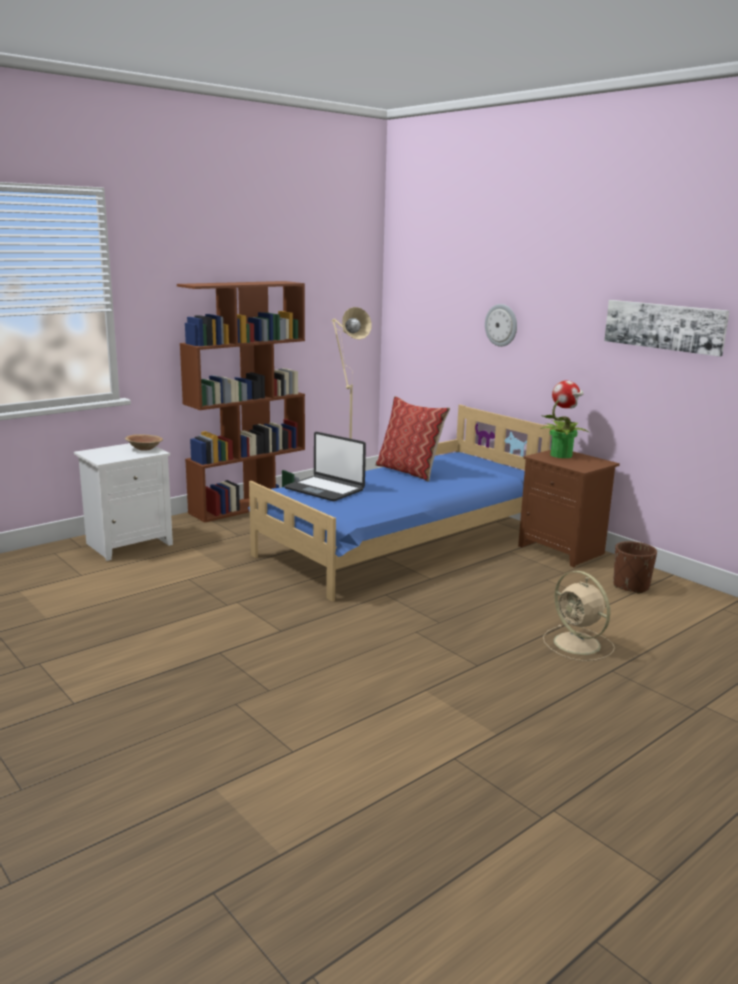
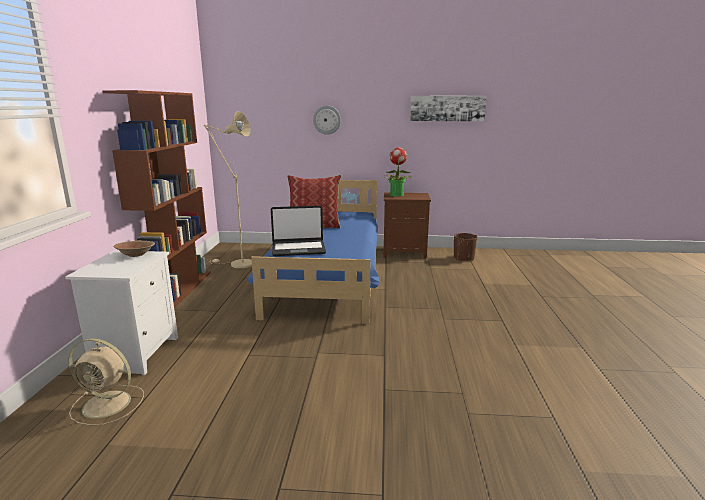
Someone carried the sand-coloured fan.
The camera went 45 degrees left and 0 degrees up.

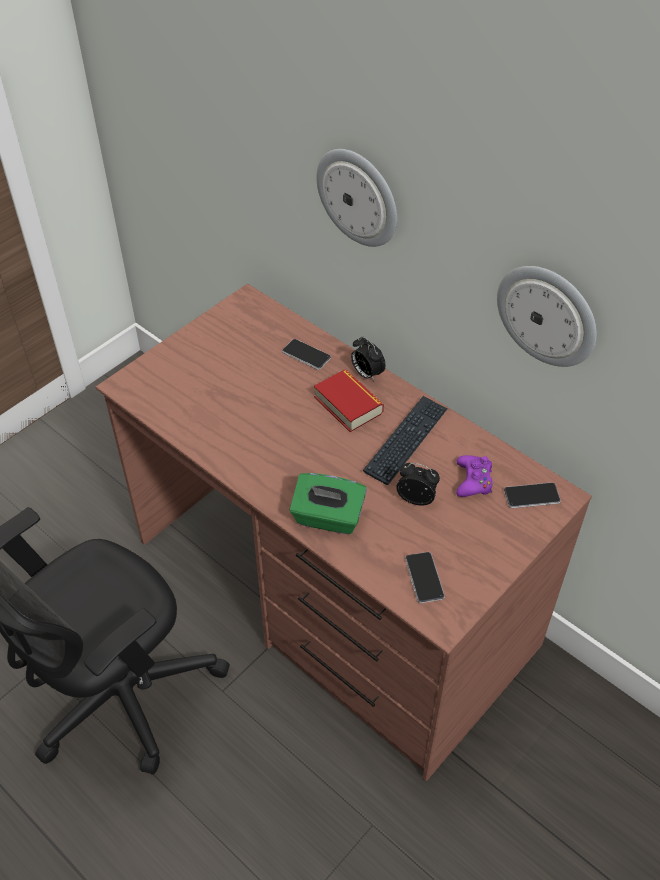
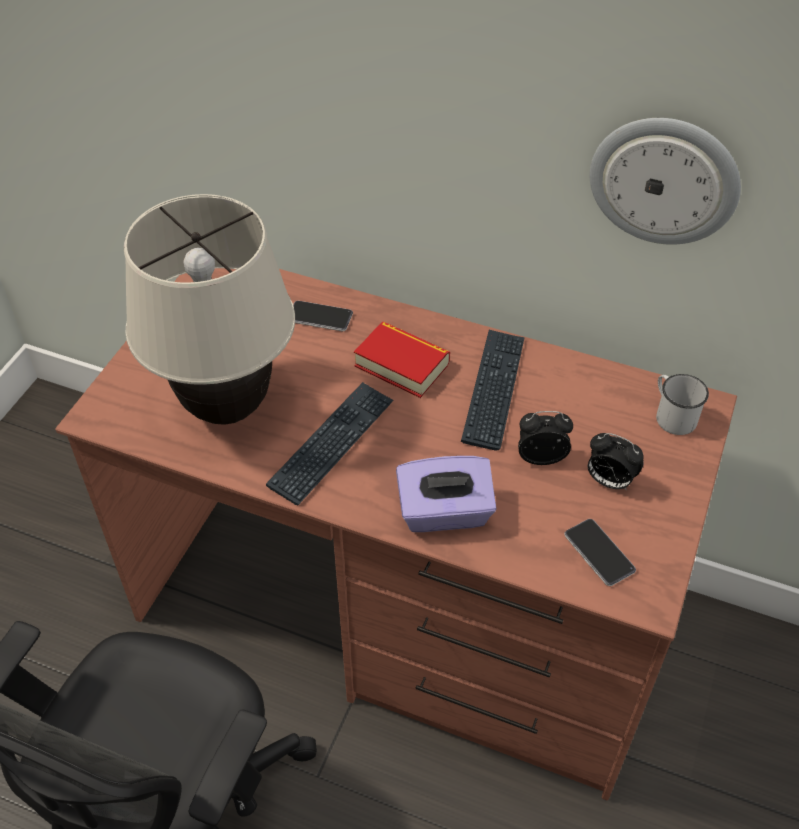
Someone repainted the green tissue holder, which became the purplish tissue holder.
Someone took away the clock on the wall (1st from left).
Someone carried the alarm clock (1st from left in the first image).
Someone took away the purplish game controller.
Someone swapped the telephone (3rd from left) for the white-coloured coffee mug.
Someone put down the sand-coloured table lamp.
Someone put down the computer keyboard (1st from left).
The camera went 20 degrees left and 0 degrees up.

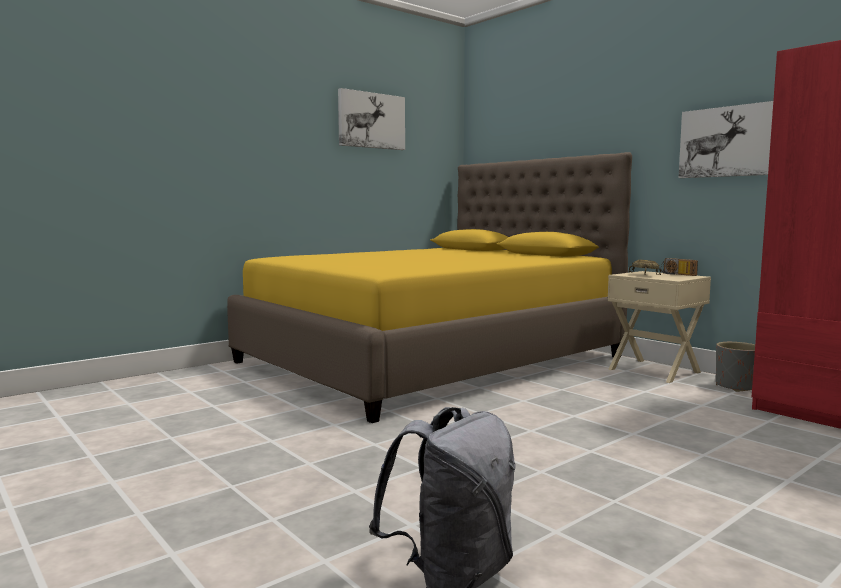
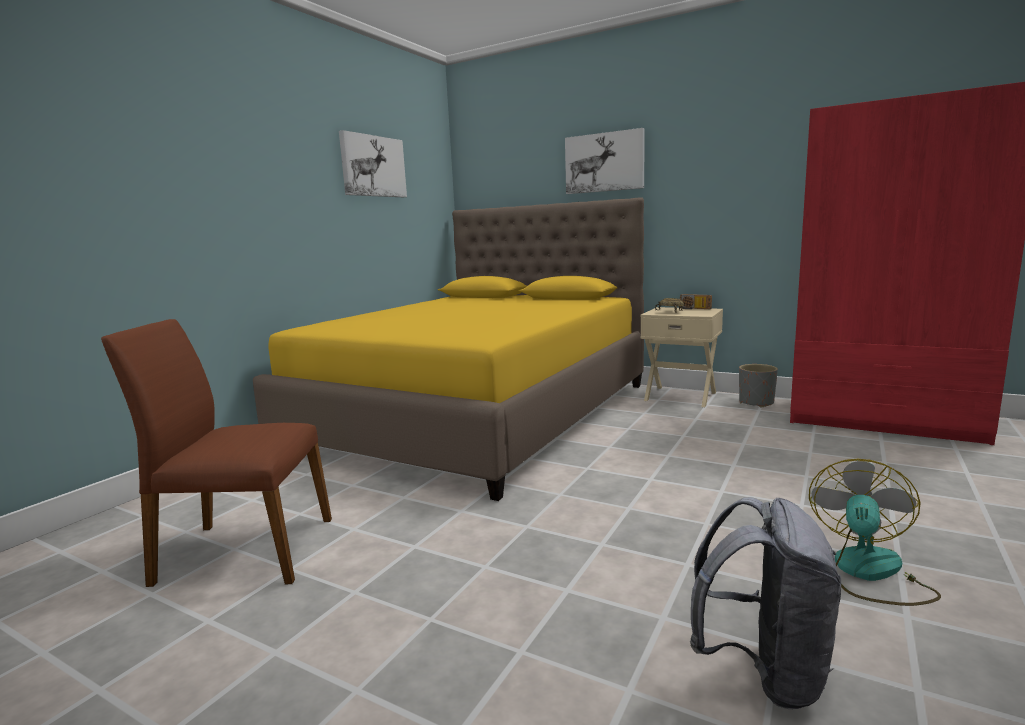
Someone carried the wall picture (2nd from left).
Someone put down the brown plain chair.
Someone put down the fan.
The camera went 20 degrees left and 5 degrees up.

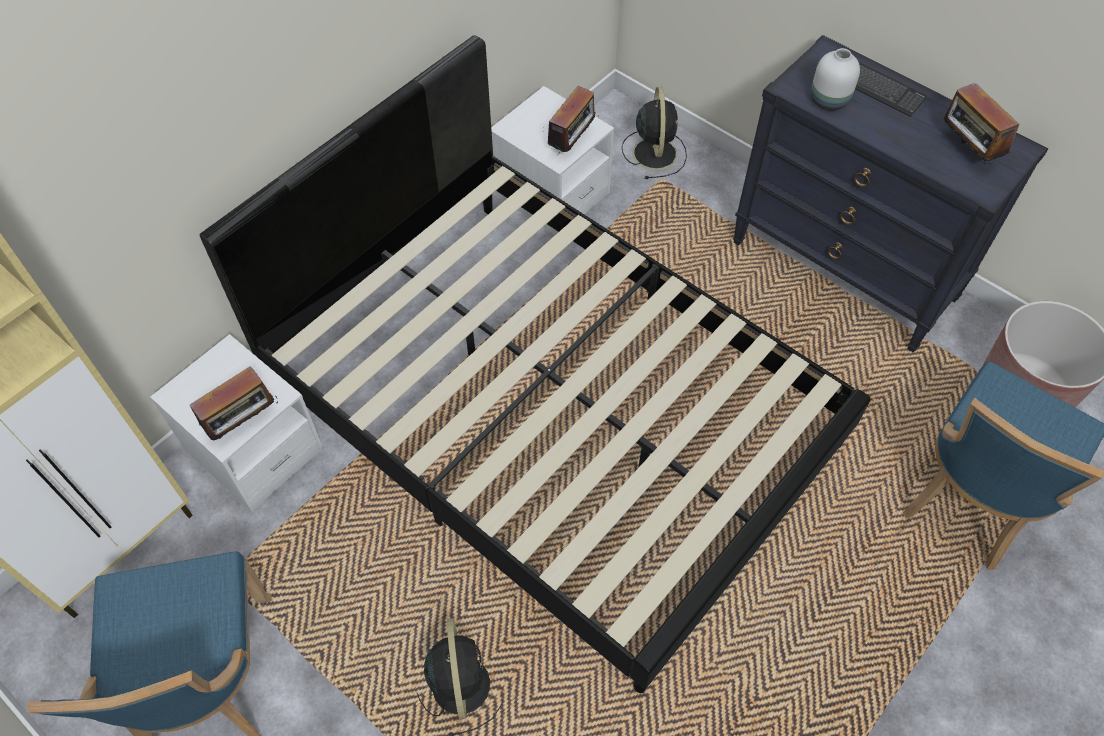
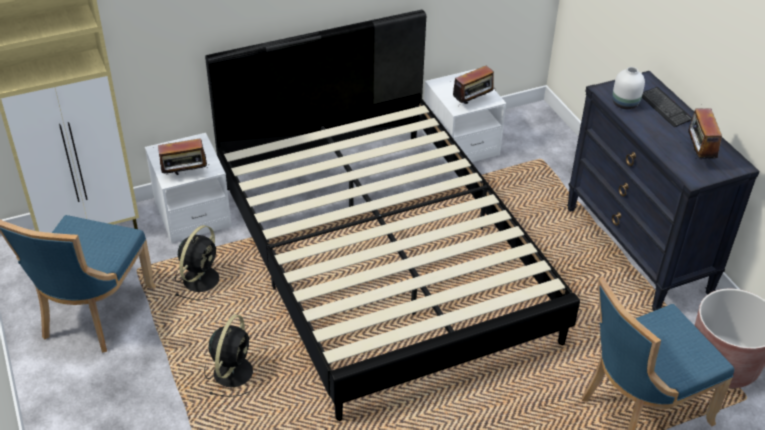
Someone carried the black-coloured fan (2nd from left in the first image).
The camera went 25 degrees right and 15 degrees down.

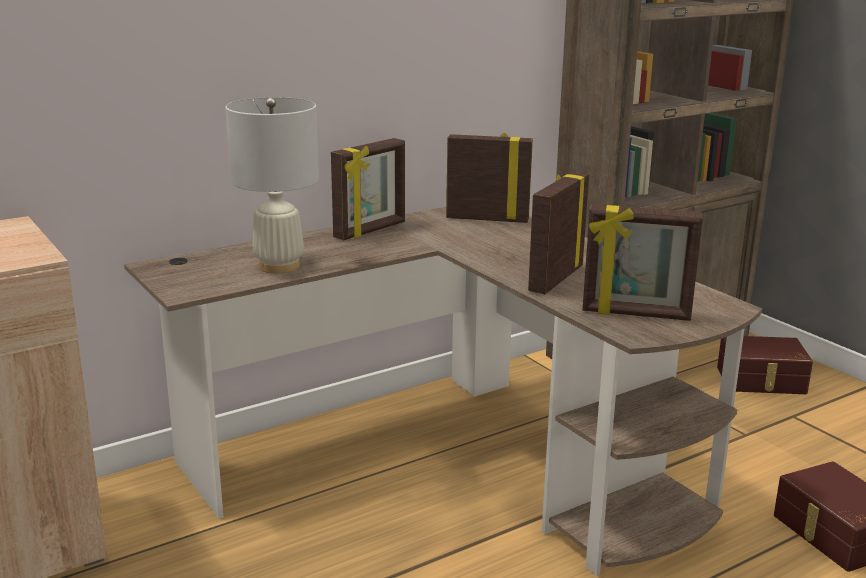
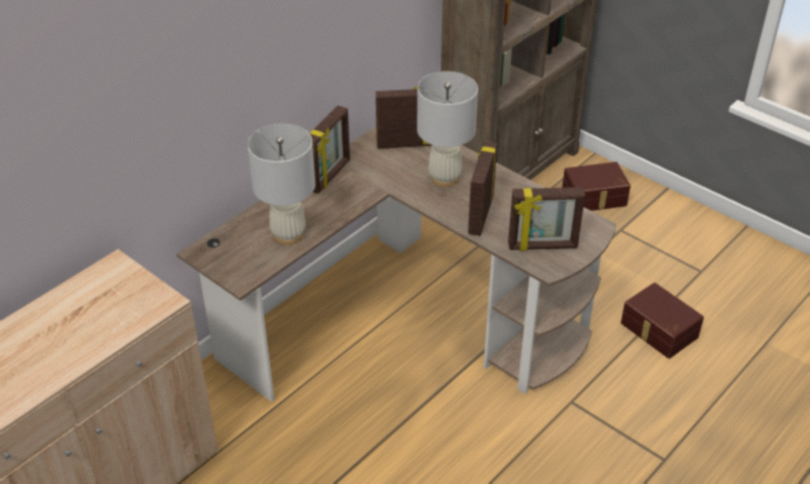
Someone put down the white-coloured table lamp (2nd from left).
The camera went 15 degrees left and 20 degrees up.

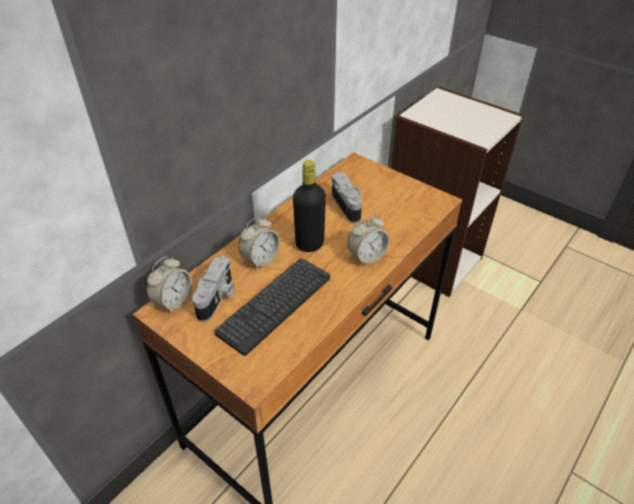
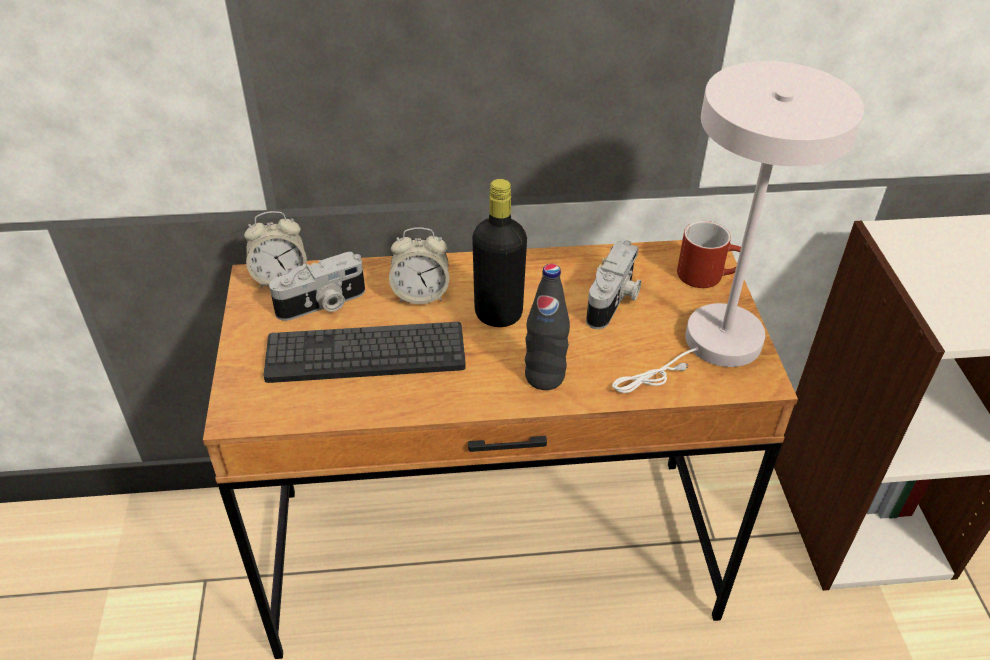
Someone swapped the alarm clock (3rd from left) for the black-coloured beverage bottle (2nd from left).
Someone put down the white-coloured table lamp.
Someone put down the reddish coffee mug.
The camera went 45 degrees right and 0 degrees up.

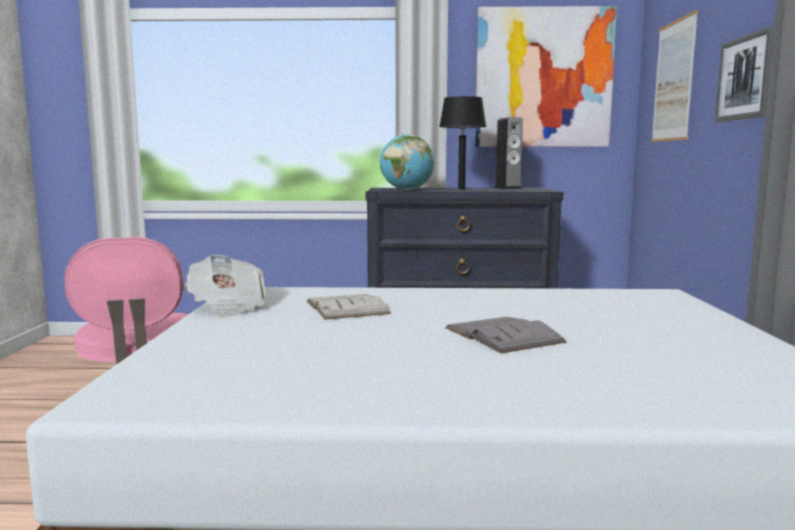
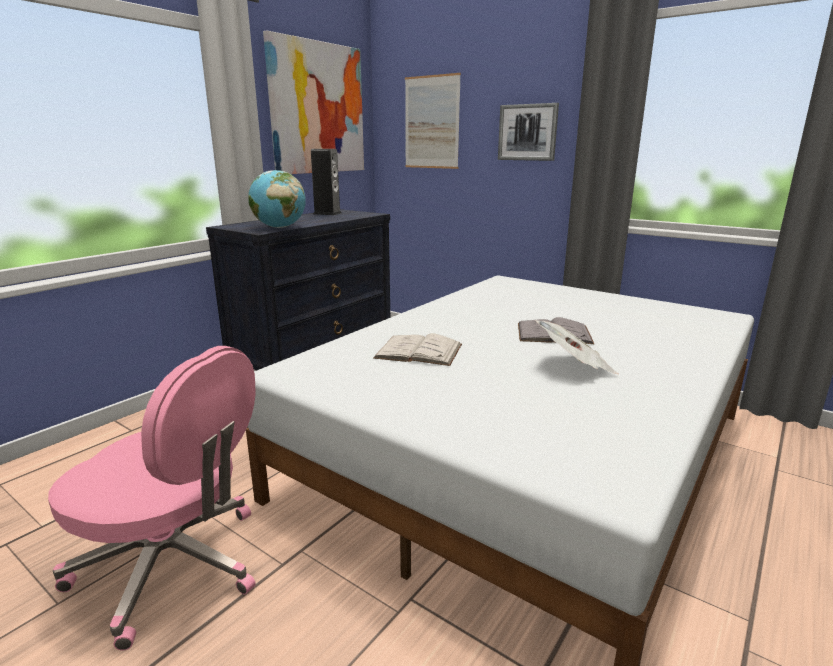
Someone carried the newspaper.
Someone took away the black-coloured table lamp.
The camera went 55 degrees left and 10 degrees up.

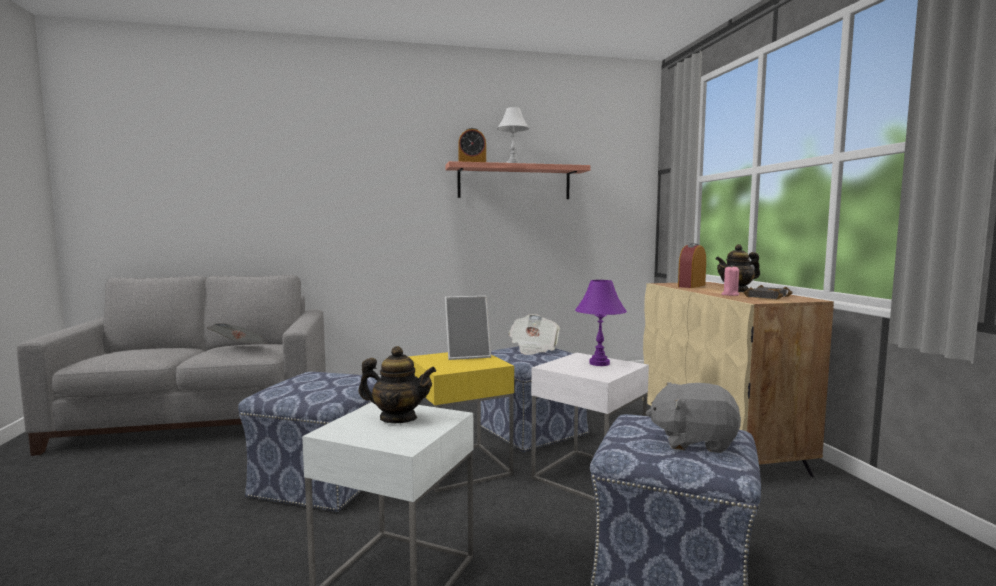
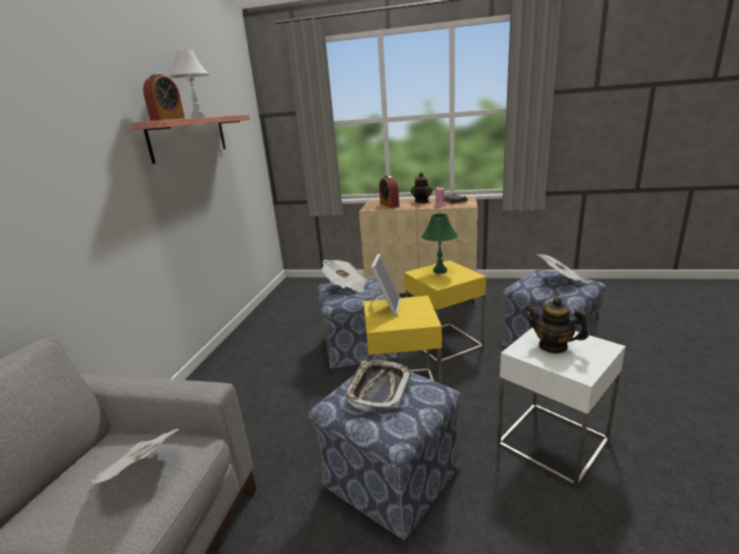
Someone rotated the pot for tea (1st from left in the first image) by 90 degrees counterclockwise.
Someone repainted the white-coloured side table (2nd from left), which became the yellowish side table (2nd from left).
Someone repainted the purplish table lamp, which became the green table lamp.
Someone swapped the gray plush toy for the newspaper (3rd from left).
Someone put down the tray.
The camera went 65 degrees left and 15 degrees up.

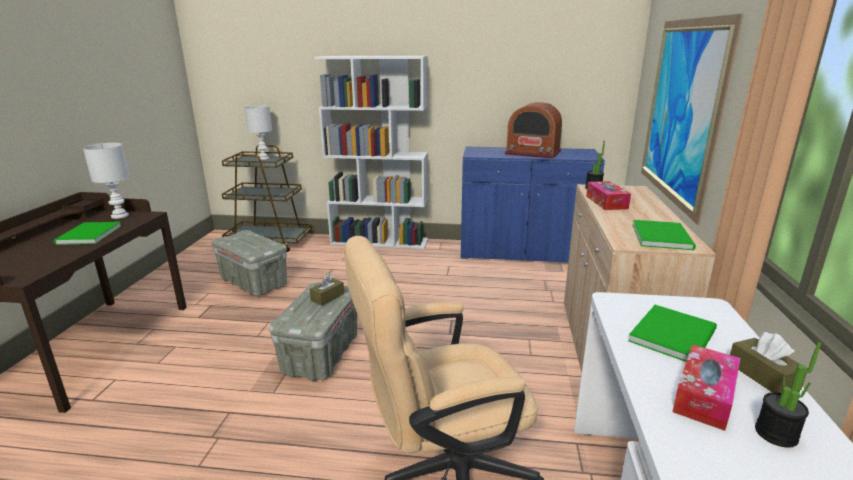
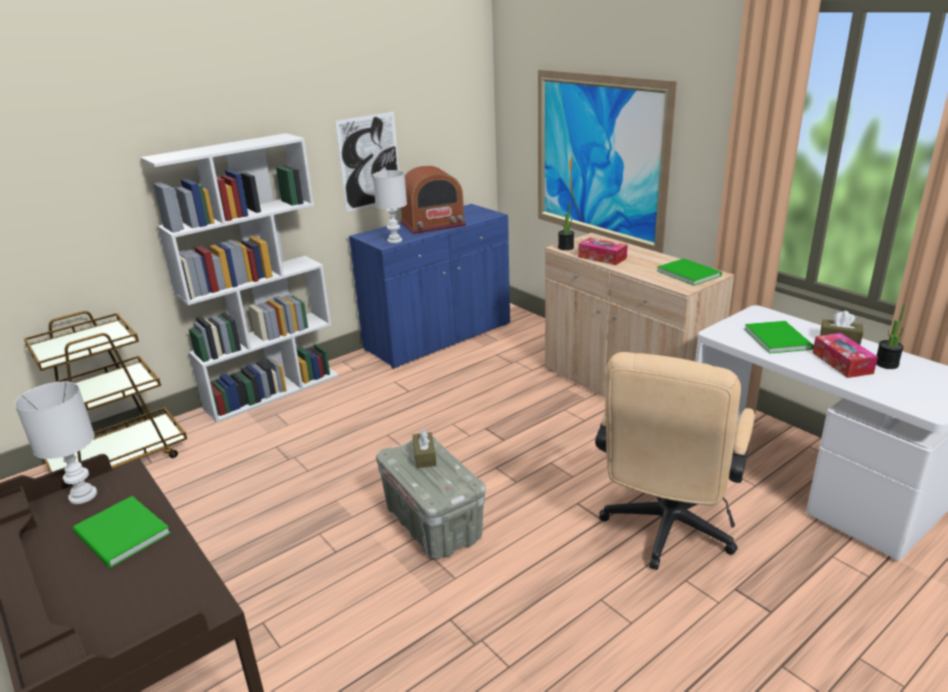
Someone took away the gray storage container (1st from left).
Someone carried the white-coloured table lamp (2nd from left).
Someone put up the wall picture (1st from left).
The camera went 45 degrees left and 5 degrees up.

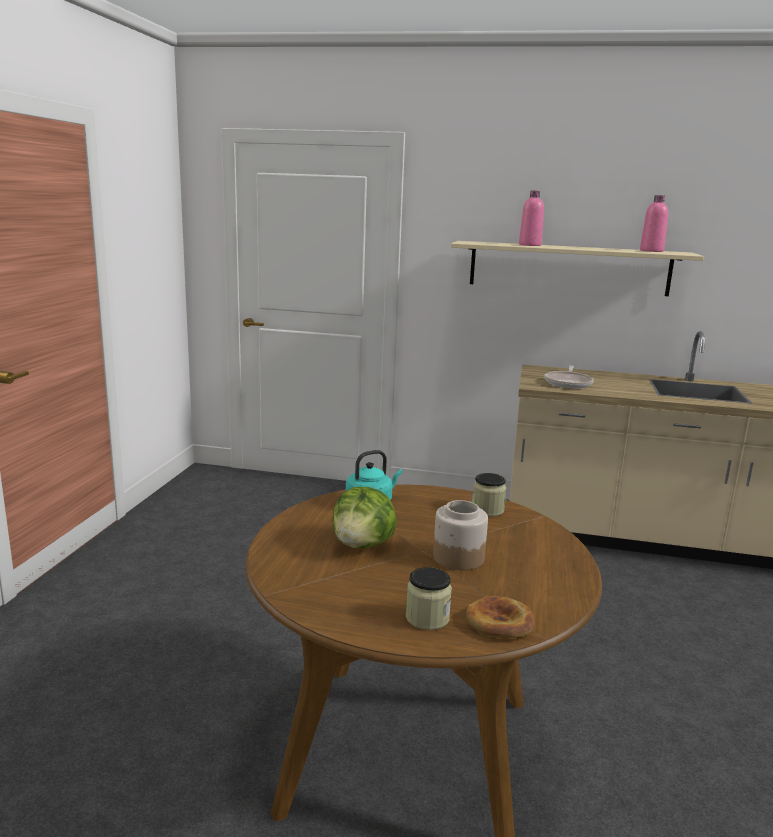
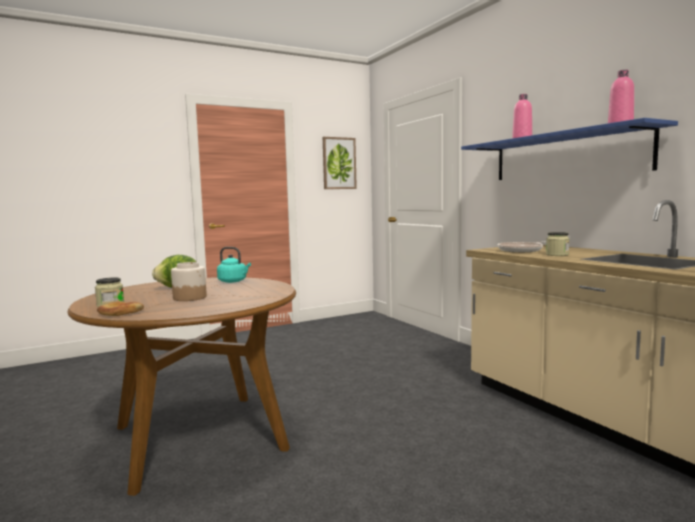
Someone repainted the sand-coloured shelf, which became the blue shelf.
Someone carried the storage jar (3rd from left).
Someone put up the wall picture.
The camera went 50 degrees right and 10 degrees down.

